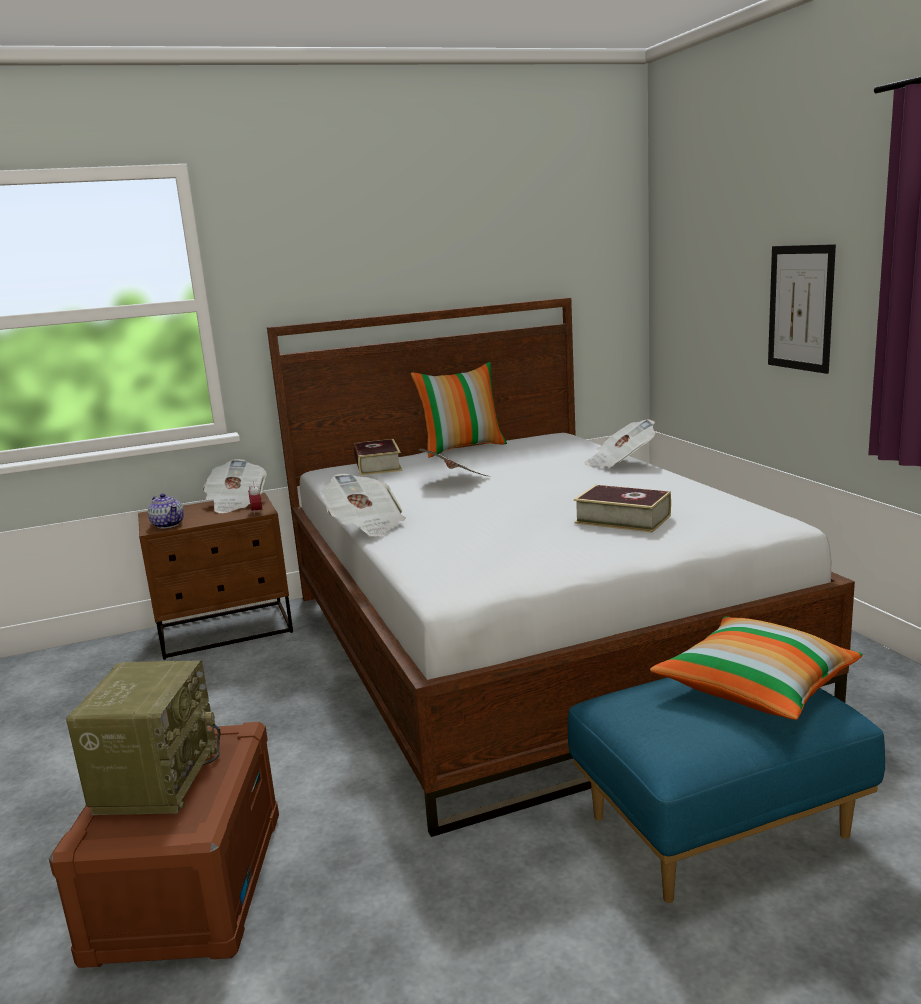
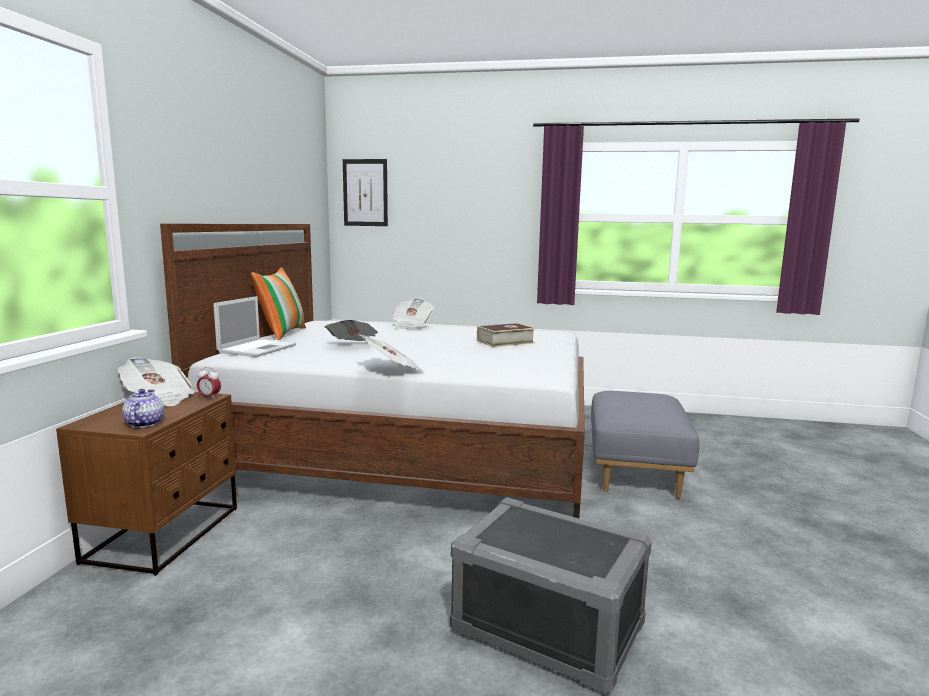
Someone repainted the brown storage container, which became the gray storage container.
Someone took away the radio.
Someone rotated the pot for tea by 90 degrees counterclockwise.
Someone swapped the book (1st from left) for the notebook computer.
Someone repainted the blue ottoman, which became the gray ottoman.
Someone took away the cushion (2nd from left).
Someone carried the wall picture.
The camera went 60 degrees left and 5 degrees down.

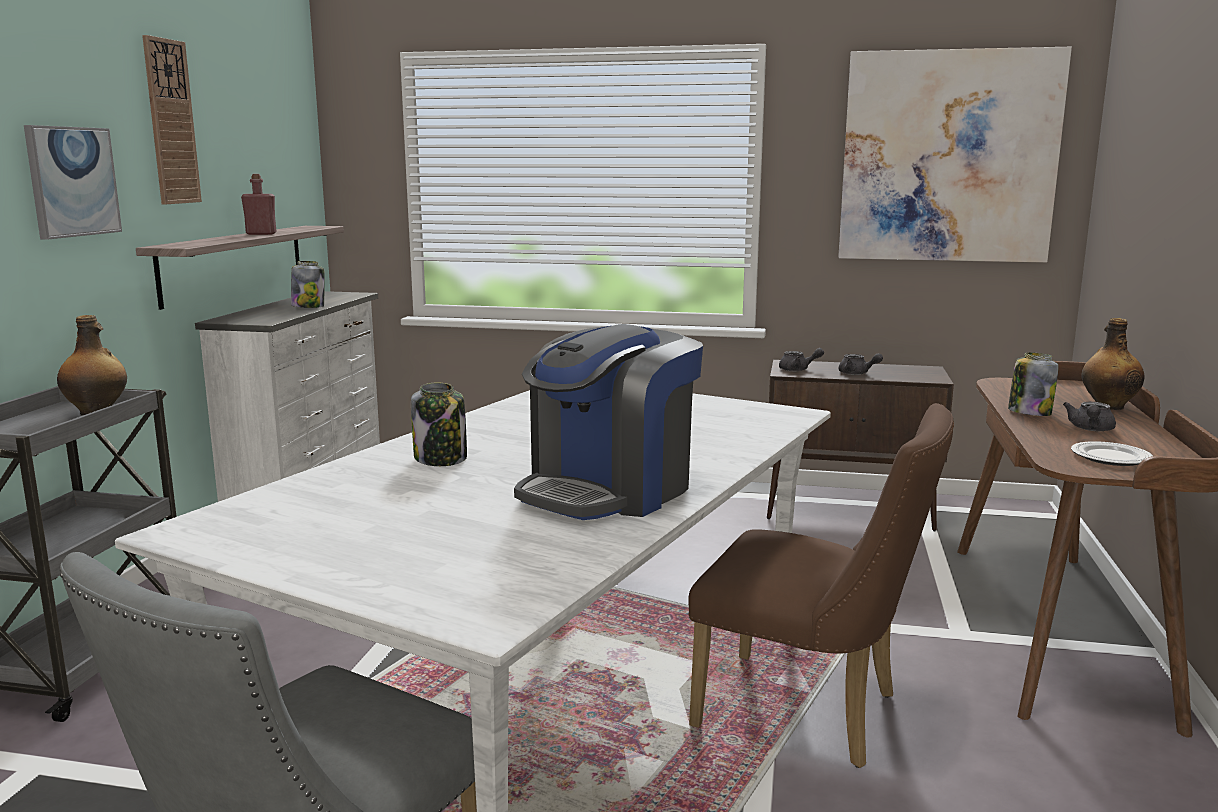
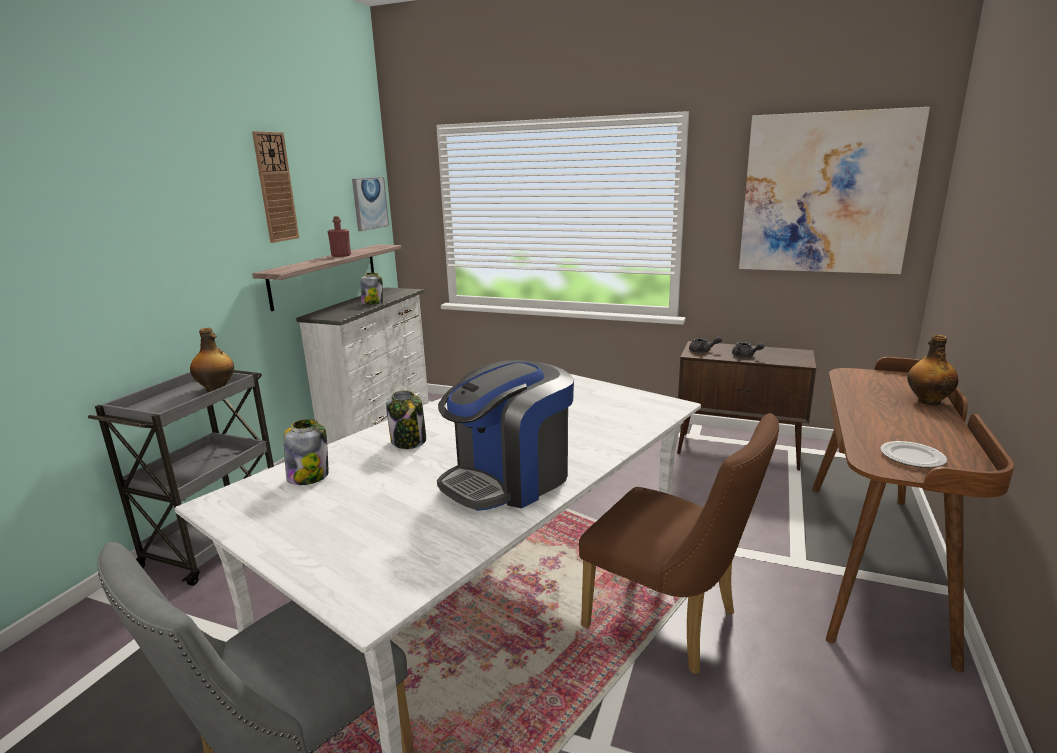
Someone carried the wall picture (1st from left).
Someone carried the storage jar (3rd from left in the first image).
Someone took away the gray pot for tea (3rd from left).
The camera went 10 degrees right and 5 degrees up.

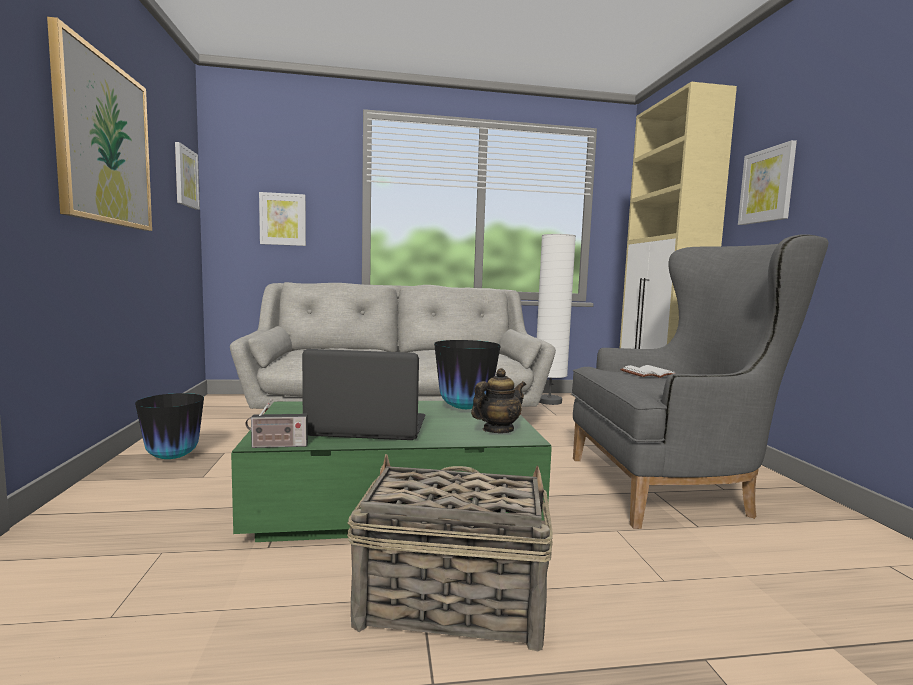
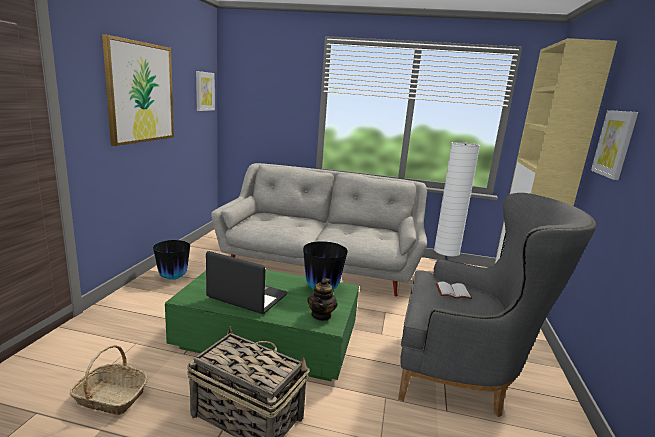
Someone took away the radio.
Someone took away the wall picture (3rd from left).
Someone rotated the pot for tea by 120 degrees clockwise.
Someone put down the household basket (1st from left).
The camera went 20 degrees right and 10 degrees up.

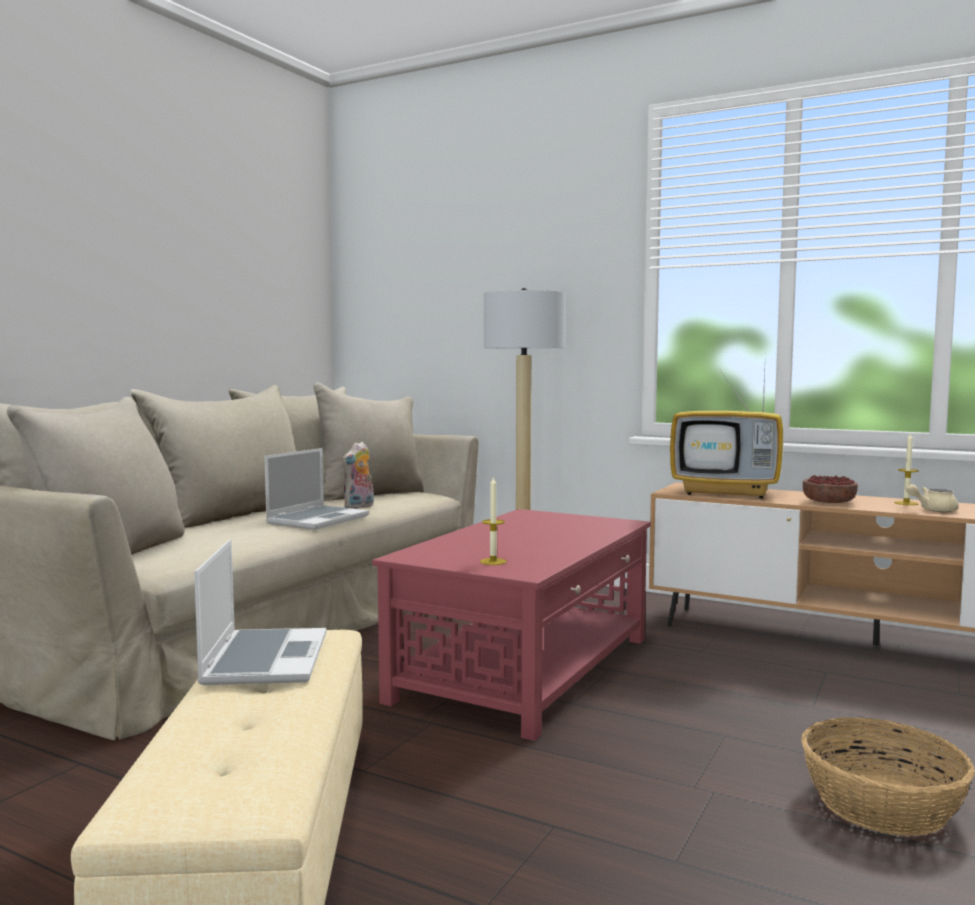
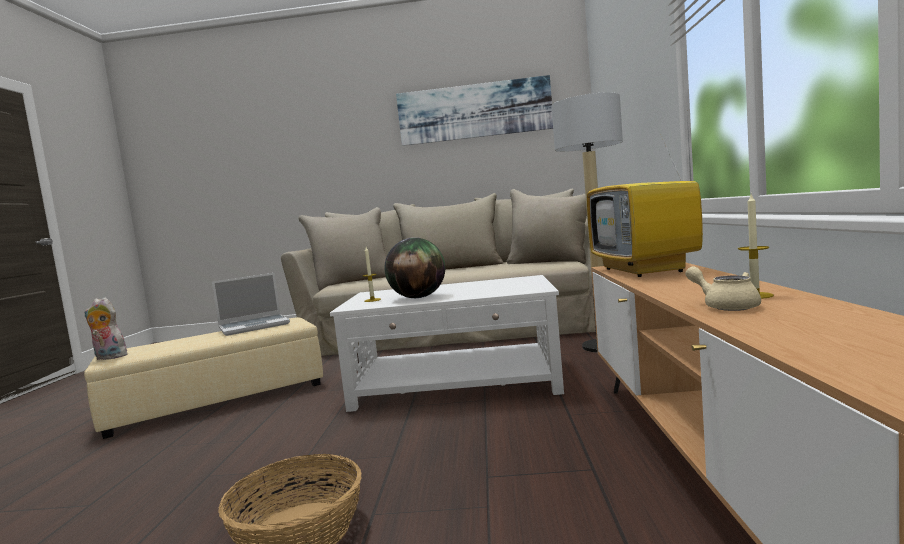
Someone took away the notebook computer (2nd from left).
Someone carried the plush toy.
Someone repainted the reddish lounge table, which became the white-coloured lounge table.
Someone took away the bowl.
Someone put down the desk globe.
Someone put up the wall picture.
The camera went 65 degrees right and 0 degrees up.

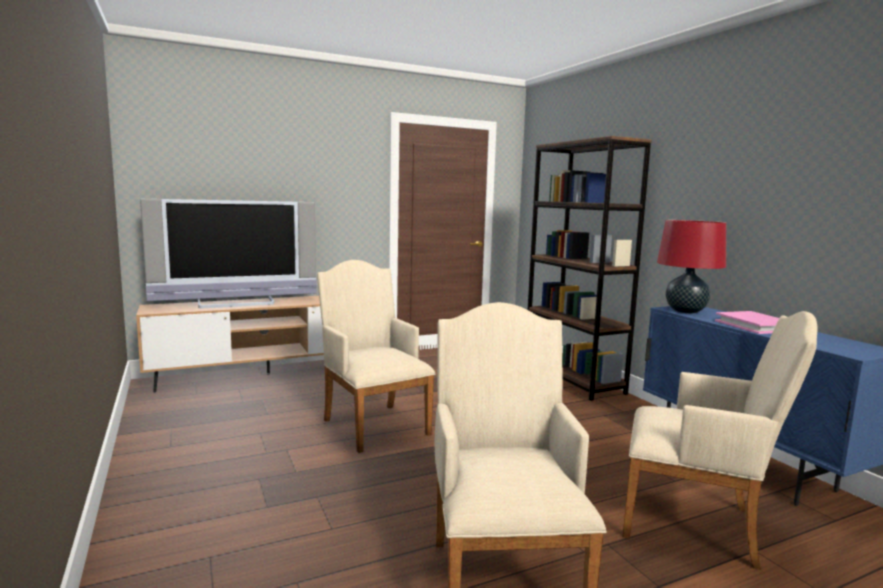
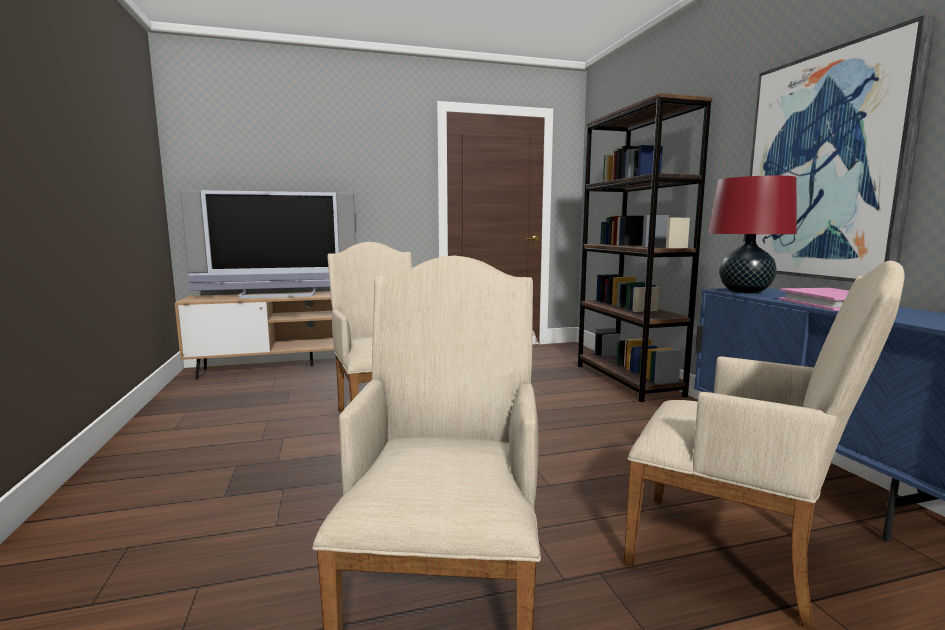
Someone put up the wall picture.
The camera went 10 degrees right and 0 degrees up.

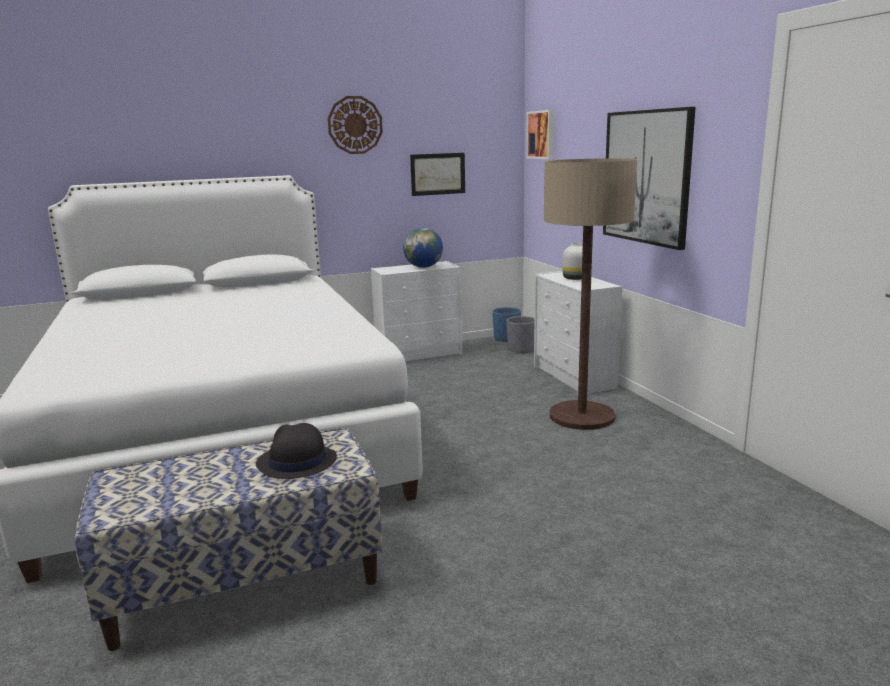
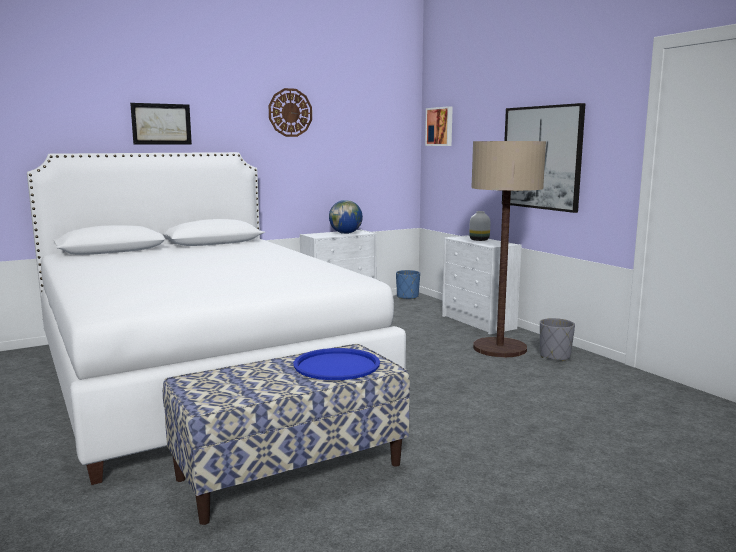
Someone swapped the black-coloured hat for the blue tray.
Someone carried the wall picture (1st from left).
Someone carried the gray plant pot.
The camera went 10 degrees left and 5 degrees down.

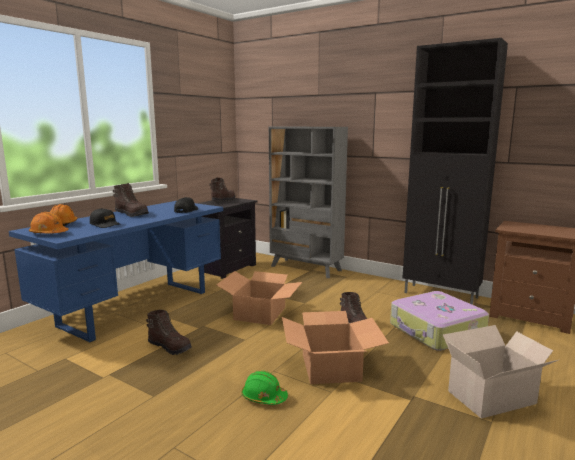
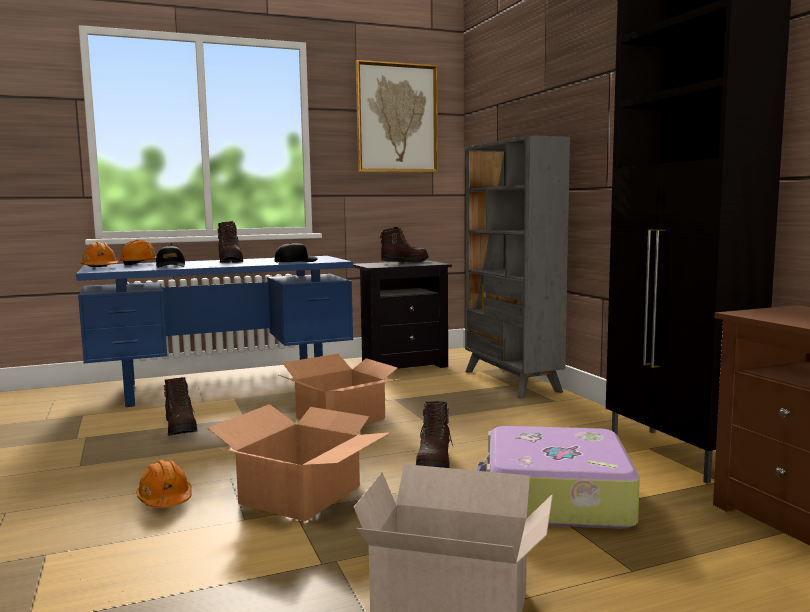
Someone repainted the green hard hat, which became the orange hard hat (3rd from left).
Someone put up the wall picture.
The camera went 35 degrees right and 5 degrees down.

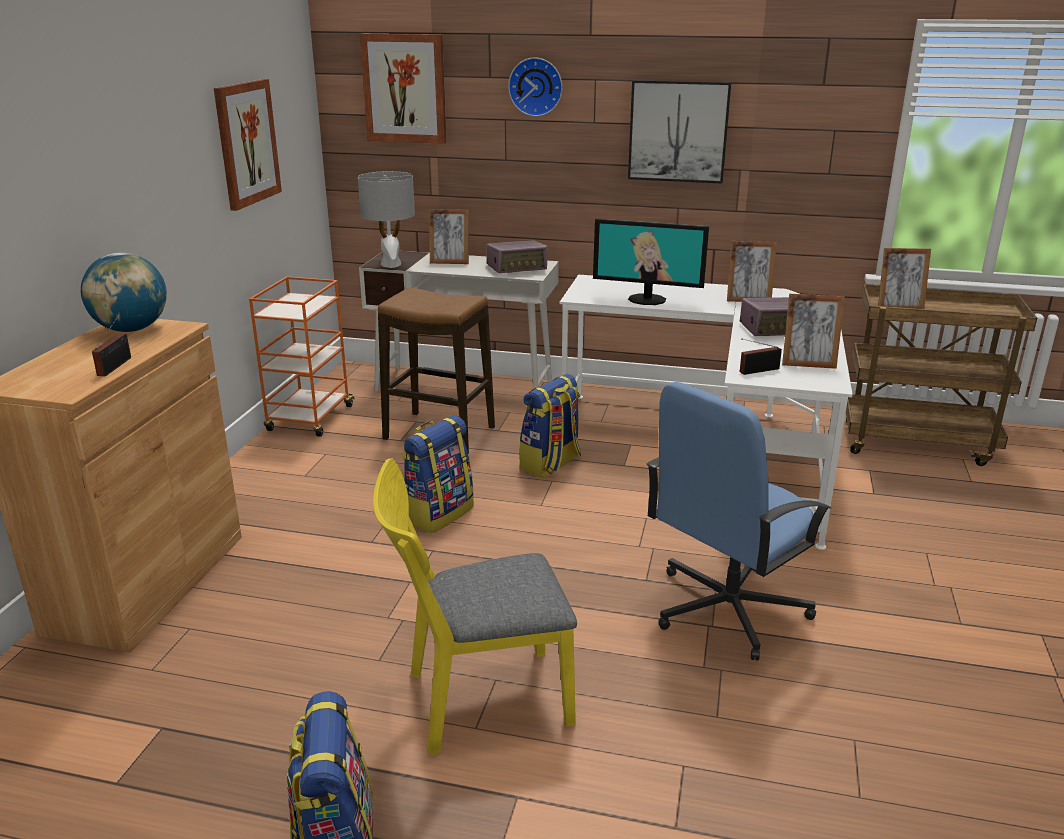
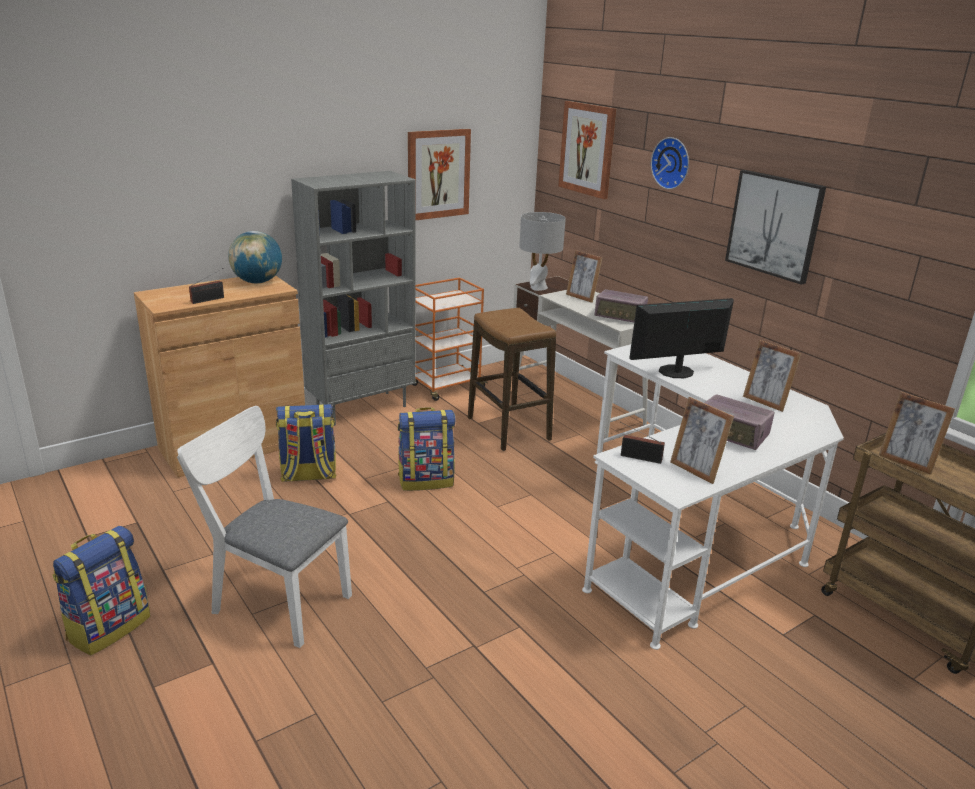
Someone repainted the yellowish plain chair, which became the white-coloured plain chair.
Someone carried the knapsack (3rd from left in the first image).
Someone rotated the monitor by 105 degrees clockwise.
Someone took away the blue computer chair.
Someone put down the gray shelving unit.
The camera went 40 degrees right and 0 degrees up.

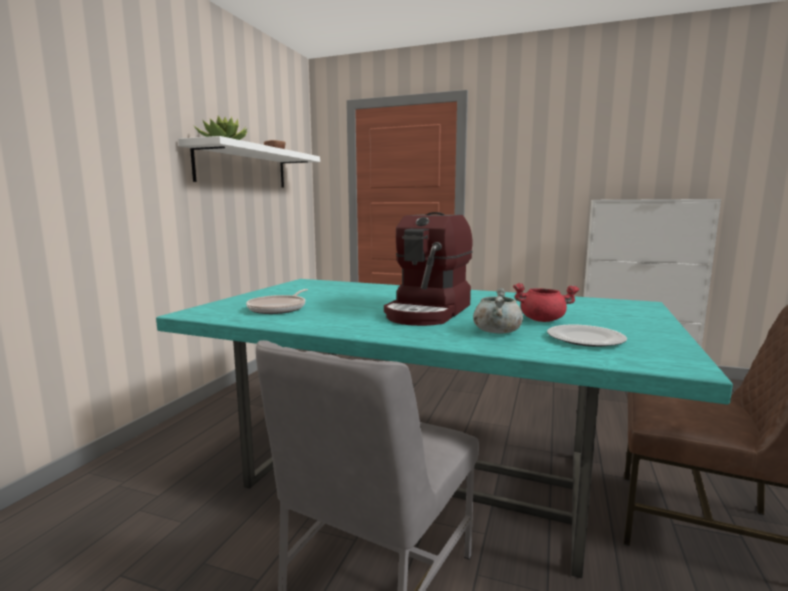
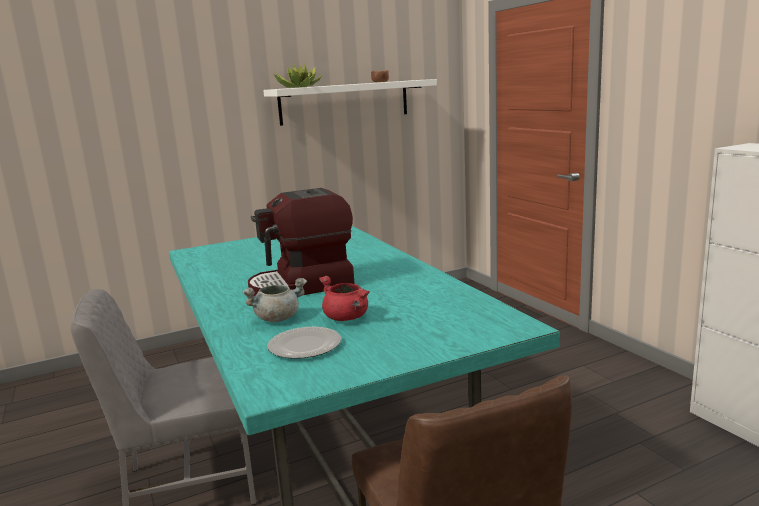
Someone took away the pan.
The camera went 45 degrees right and 5 degrees up.

